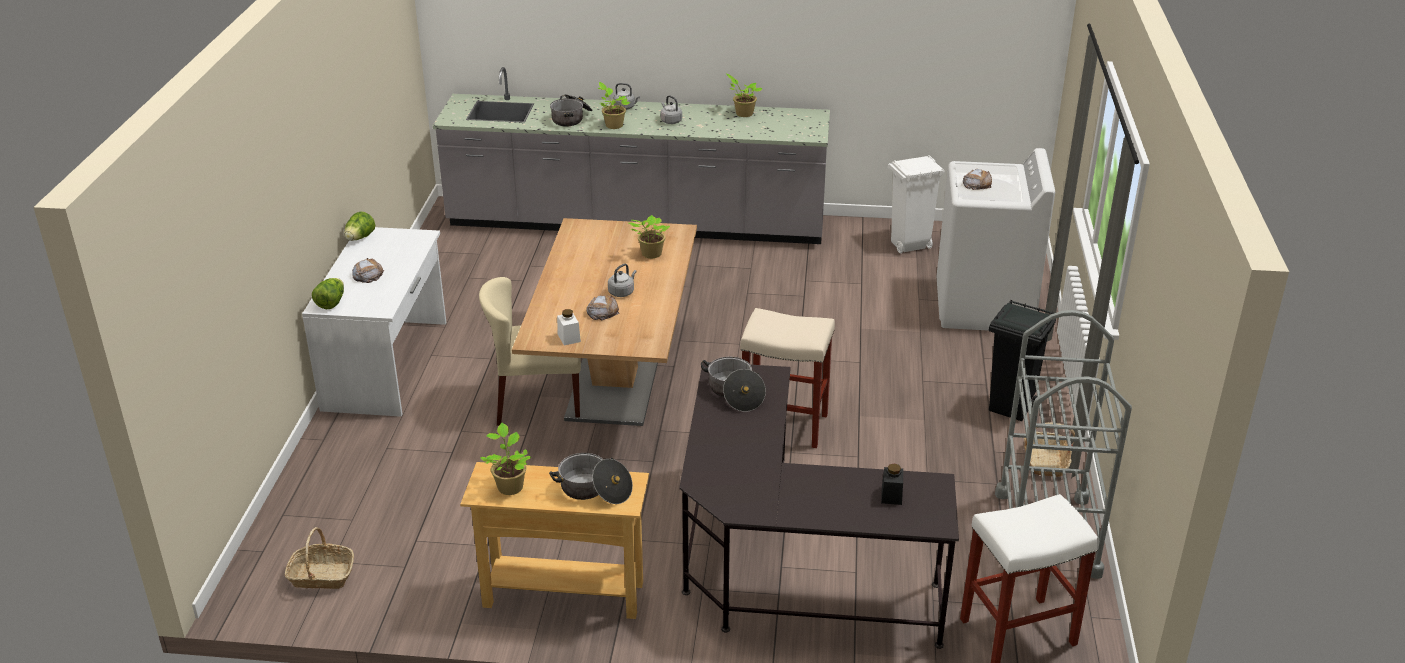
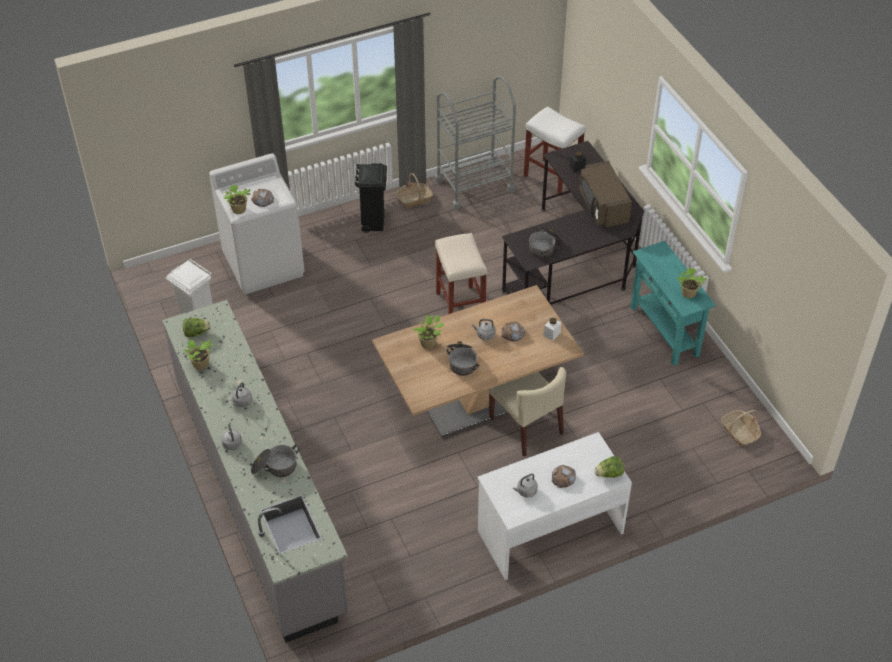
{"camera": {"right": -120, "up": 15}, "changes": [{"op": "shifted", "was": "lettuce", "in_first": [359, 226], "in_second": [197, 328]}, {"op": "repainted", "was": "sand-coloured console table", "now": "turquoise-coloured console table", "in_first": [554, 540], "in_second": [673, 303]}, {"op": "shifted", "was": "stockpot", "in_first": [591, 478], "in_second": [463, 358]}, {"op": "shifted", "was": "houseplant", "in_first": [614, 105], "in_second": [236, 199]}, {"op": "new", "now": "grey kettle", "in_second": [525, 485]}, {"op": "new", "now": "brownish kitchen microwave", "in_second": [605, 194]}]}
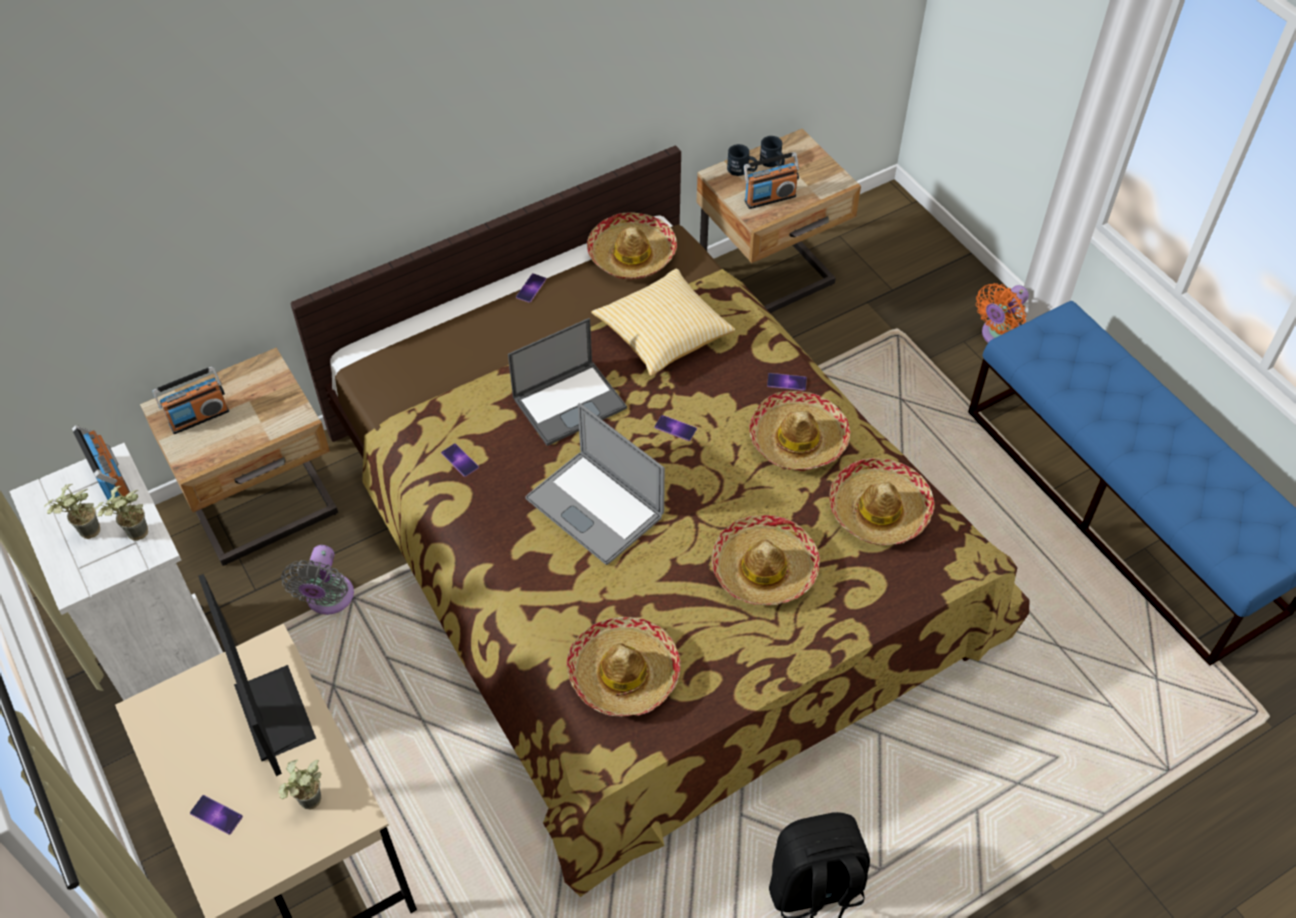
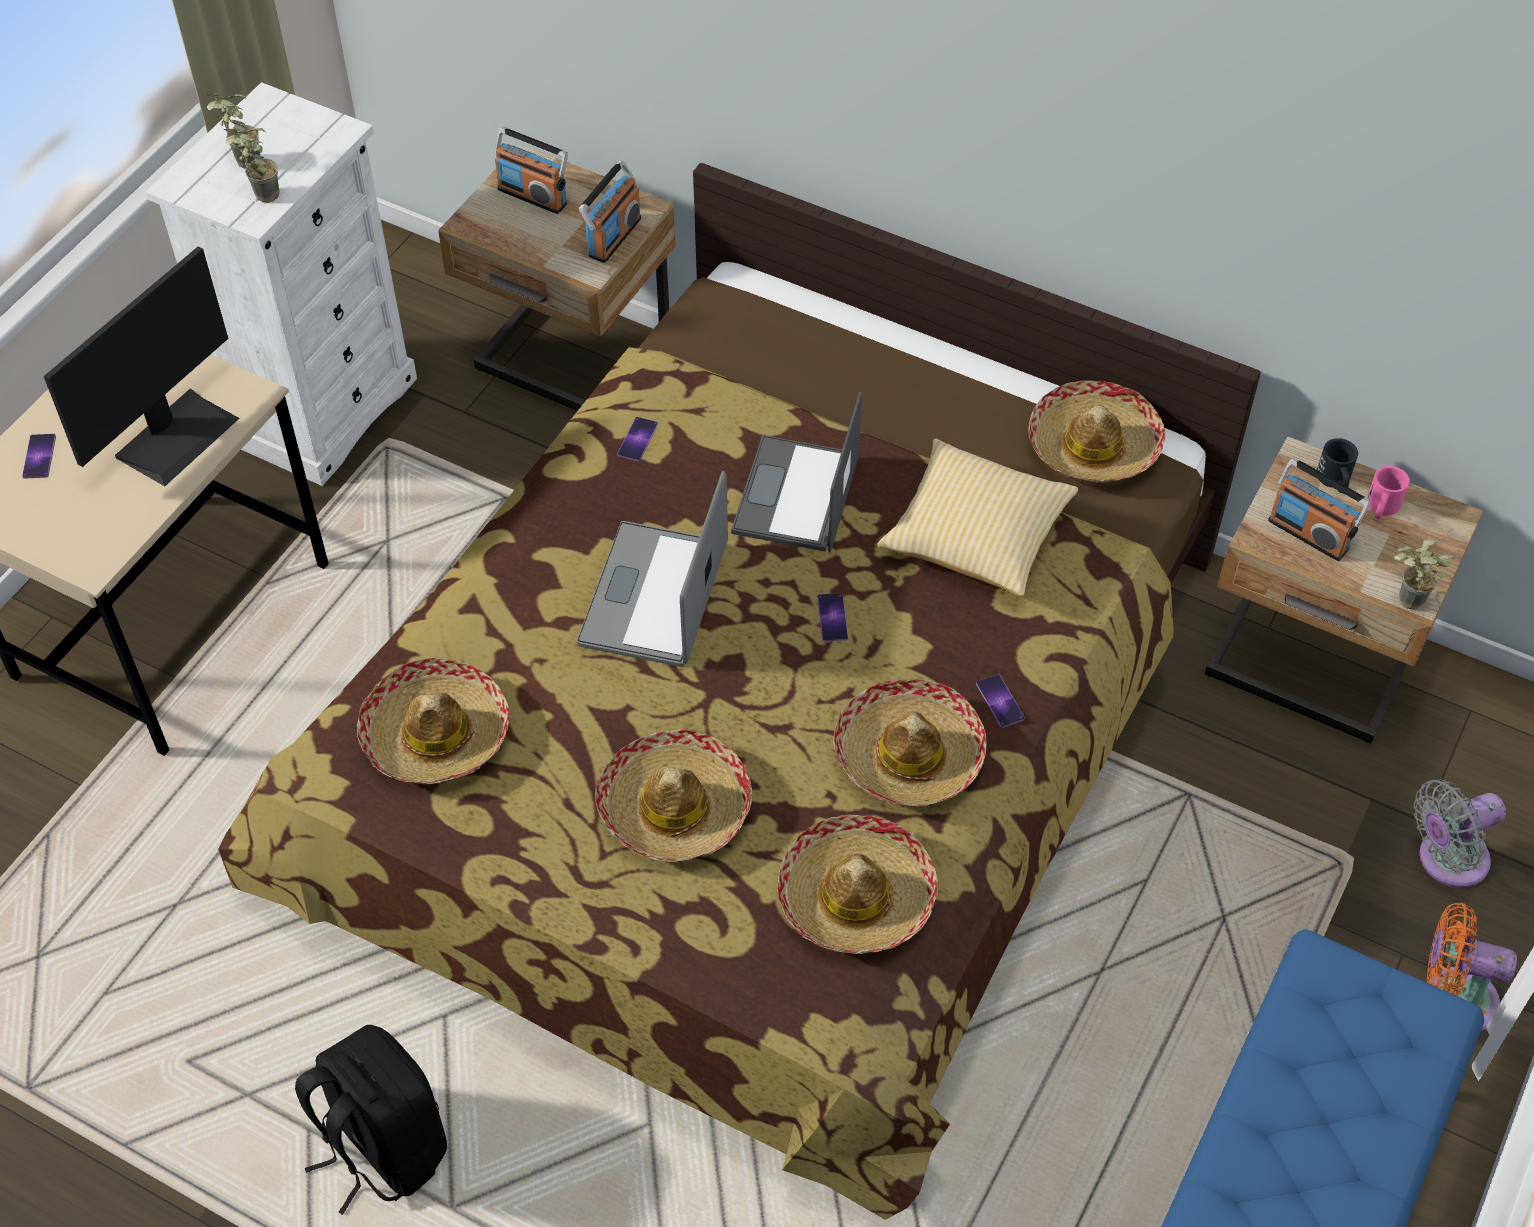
{"camera": {"right": 60, "up": 0}, "changes": [{"op": "shifted", "was": "radio receiver", "in_first": [101, 464], "in_second": [610, 212]}, {"op": "shifted", "was": "houseplant", "in_first": [299, 784], "in_second": [1425, 574]}, {"op": "shifted", "was": "grey cooling fan", "in_first": [317, 580], "in_second": [1460, 833]}, {"op": "rotated", "was": "laptop", "in_first": [567, 382], "in_second": [796, 472], "clockwise": 75}, {"op": "gone", "was": "handset", "in_first": [531, 288]}, {"op": "repainted", "was": "blackish coffee mug", "now": "pink-coloured coffee mug", "in_first": [772, 151], "in_second": [1388, 492]}]}
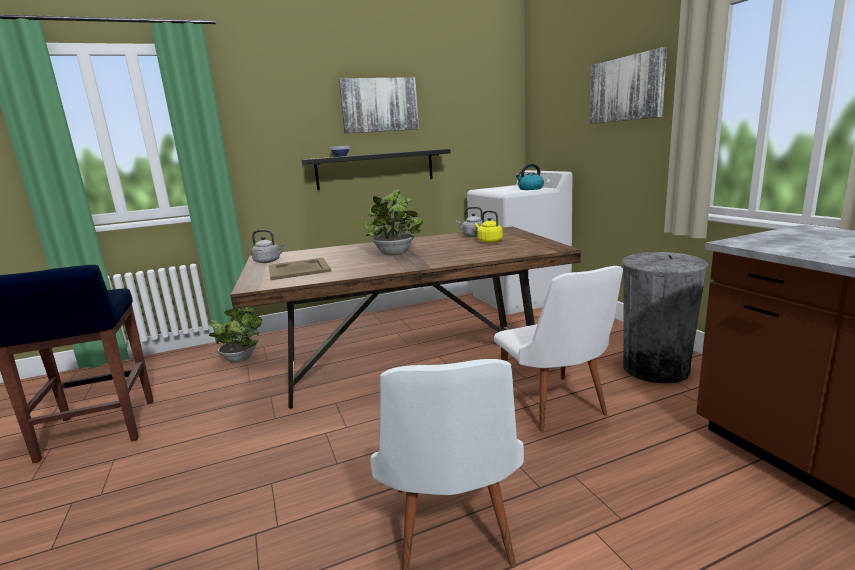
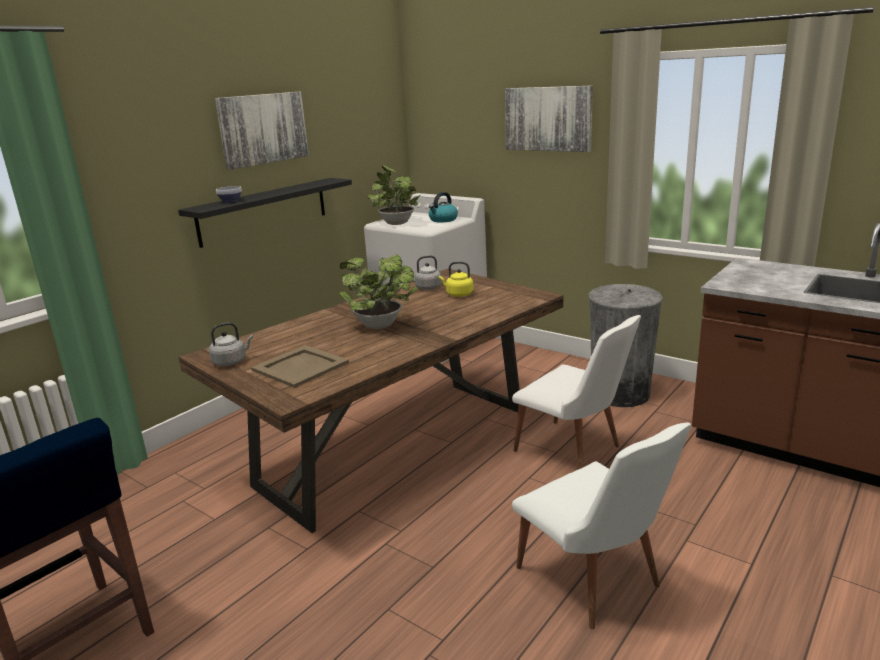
{"camera": {"right": -30, "up": 5}, "changes": [{"op": "shifted", "was": "houseplant", "in_first": [235, 335], "in_second": [394, 195]}]}
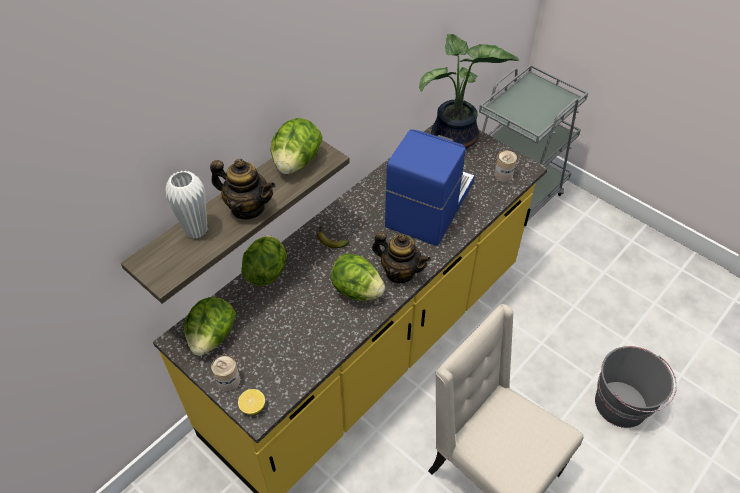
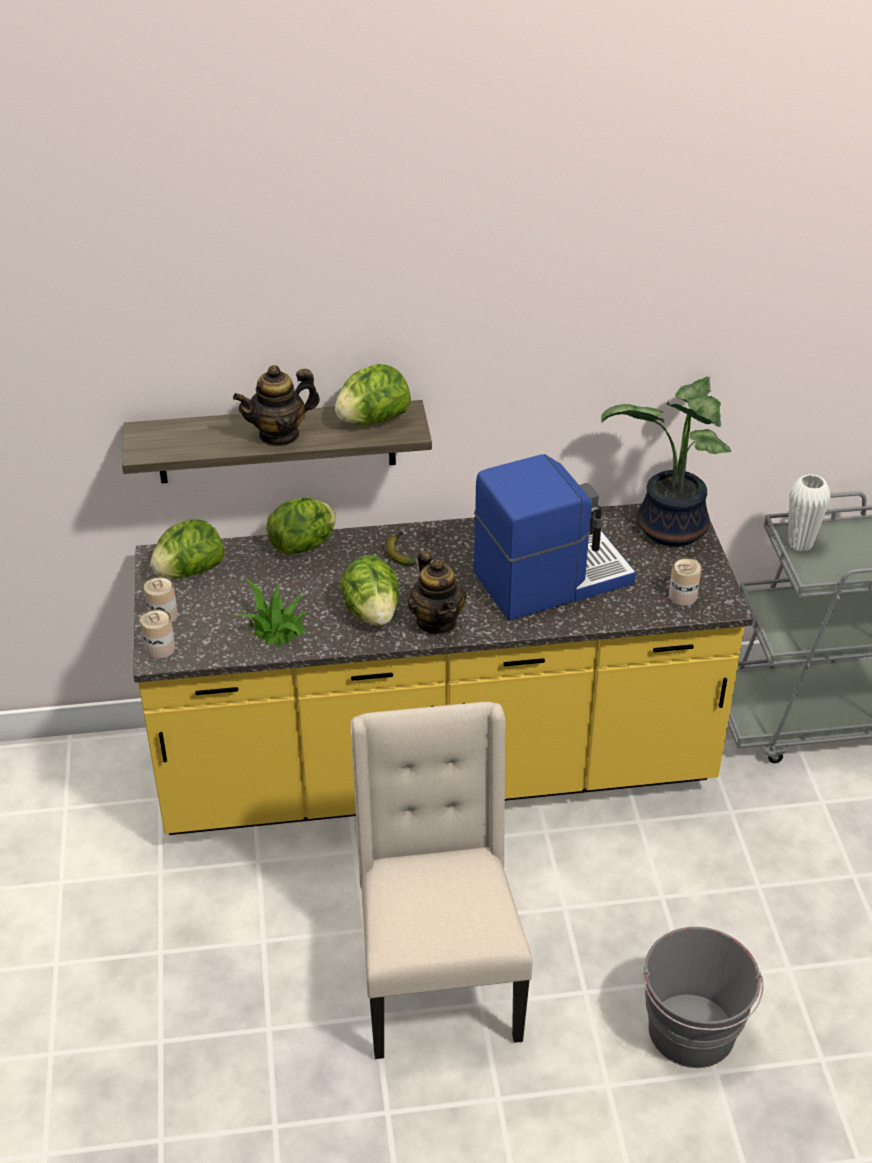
{"camera": {"right": 40, "up": -10}, "changes": [{"op": "shifted", "was": "whitish decorative vase", "in_first": [186, 205], "in_second": [809, 513]}, {"op": "rotated", "was": "teapot", "in_first": [242, 189], "in_second": [276, 406], "clockwise": 90}, {"op": "swapped", "was": "whole lemon", "now": "can", "in_first": [251, 402], "in_second": [157, 634]}, {"op": "new", "now": "houseplant", "in_second": [273, 612]}]}
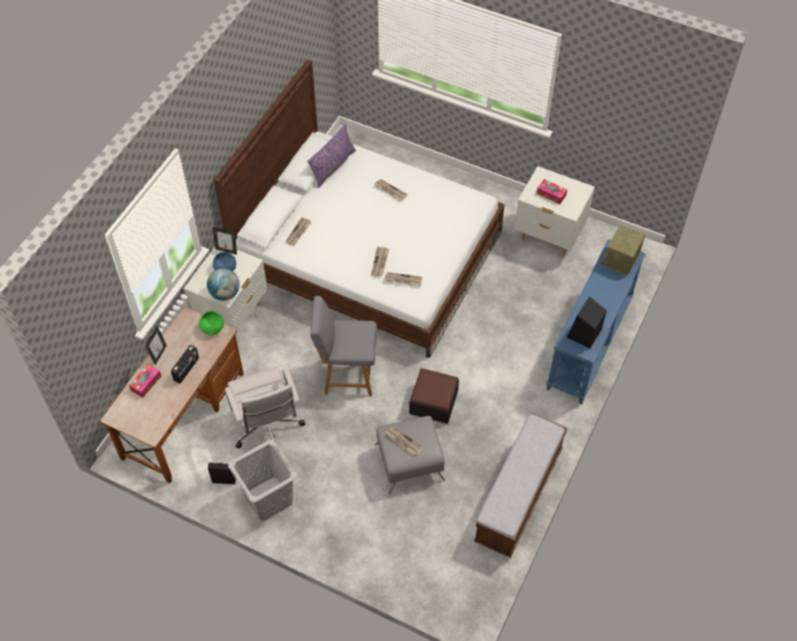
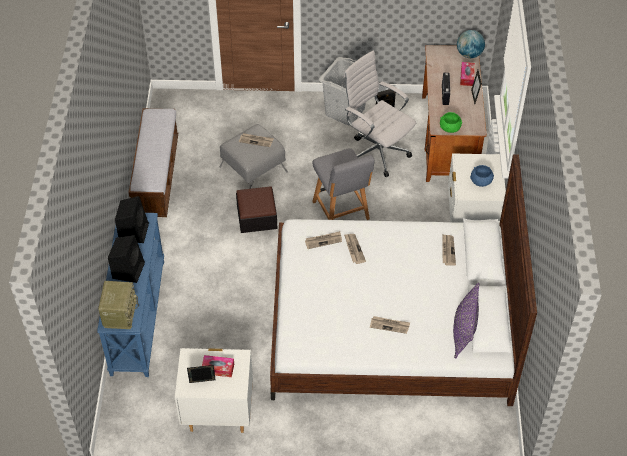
{"camera": {"right": 155, "up": -5}, "changes": [{"op": "shifted", "was": "desk globe", "in_first": [223, 284], "in_second": [471, 44]}, {"op": "shifted", "was": "picture frame", "in_first": [225, 241], "in_second": [201, 374]}, {"op": "rotated", "was": "grey chair", "in_first": [343, 346], "in_second": [343, 184], "clockwise": 90}, {"op": "new", "now": "blackish loudspeaker", "in_second": [126, 259]}]}
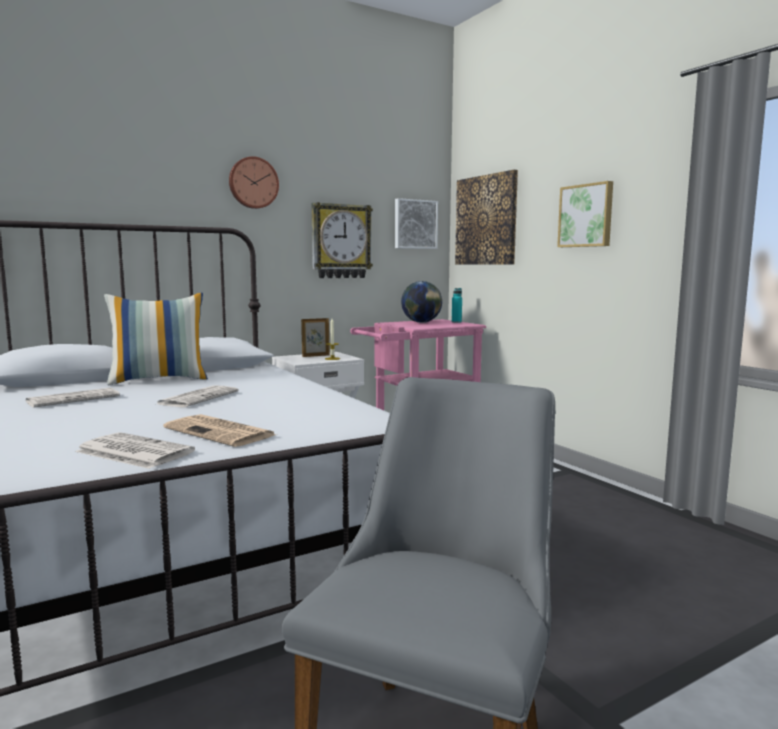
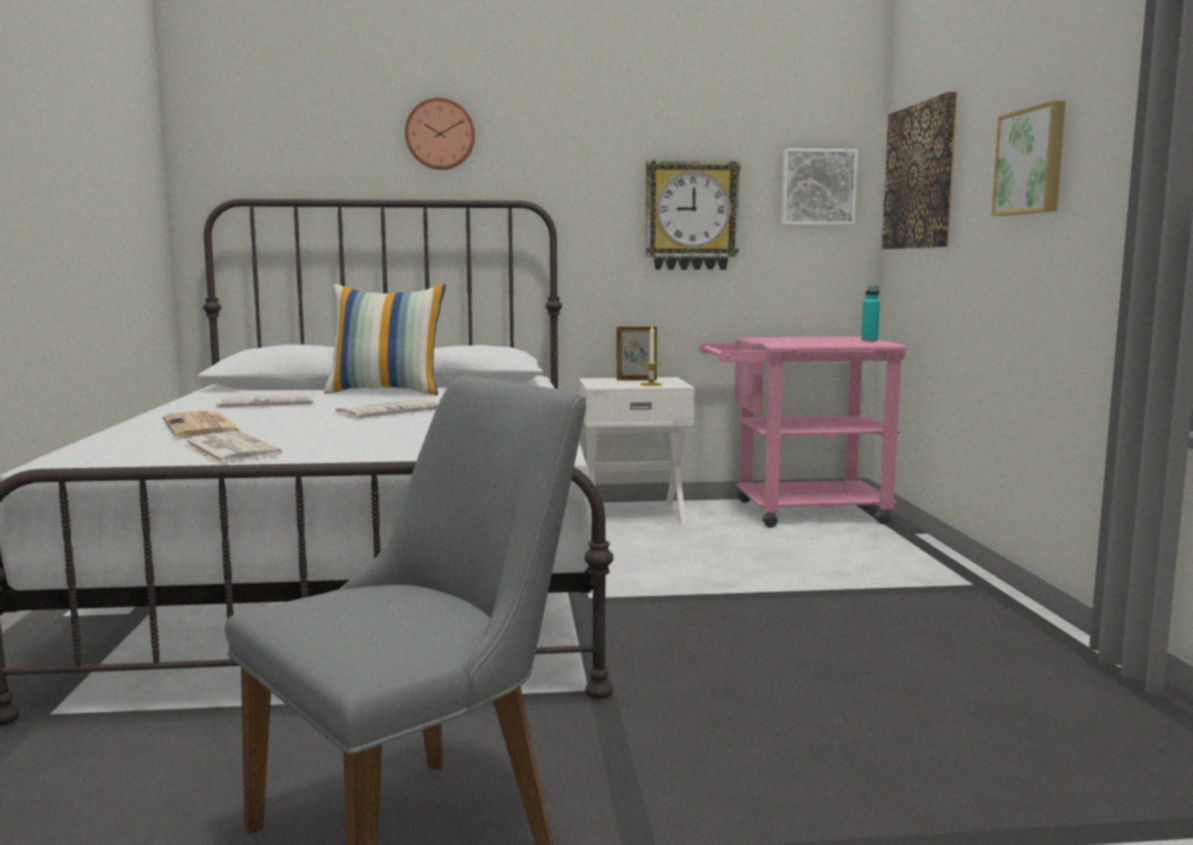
{"camera": {"right": 25, "up": 0}, "changes": [{"op": "shifted", "was": "newspaper", "in_first": [219, 430], "in_second": [202, 424]}, {"op": "shifted", "was": "wall clock", "in_first": [254, 182], "in_second": [440, 134]}, {"op": "gone", "was": "desk globe", "in_first": [421, 302]}]}
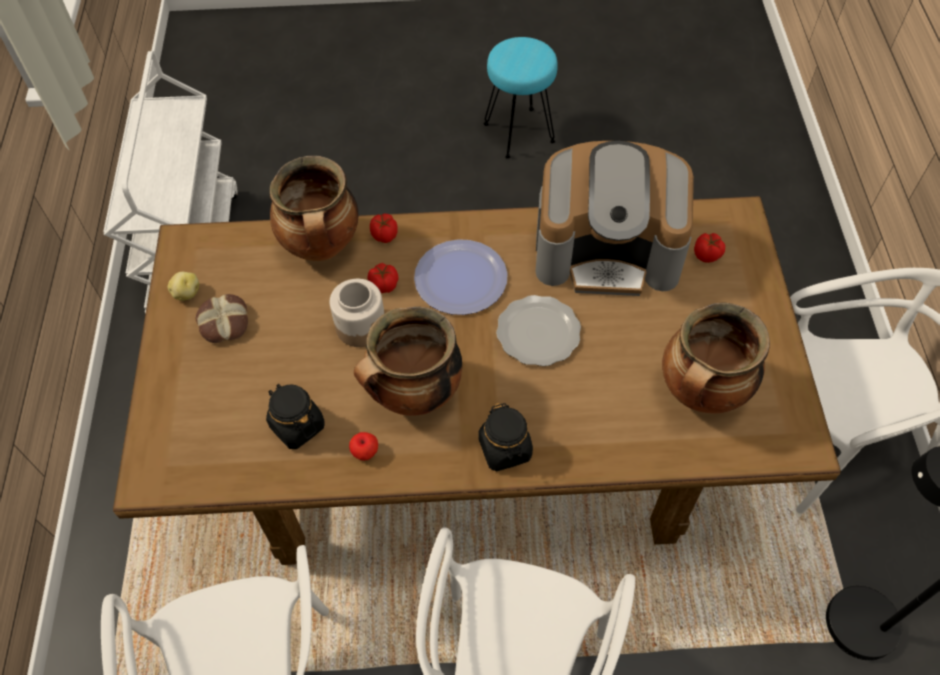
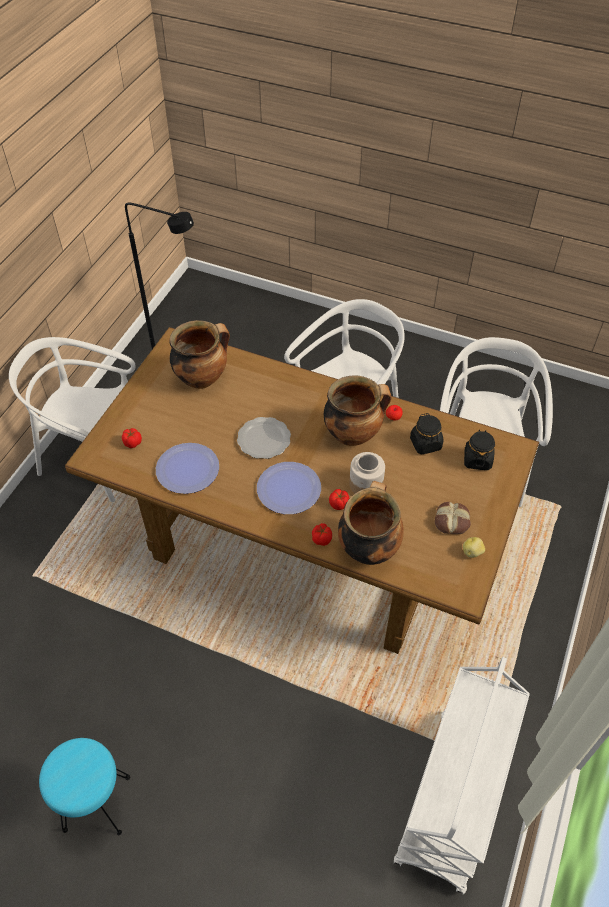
{"camera": {"right": -155, "up": -5}, "changes": [{"op": "shifted", "was": "blackish preserve jar", "in_first": [505, 437], "in_second": [479, 450]}, {"op": "swapped", "was": "coffee brewer", "now": "flat dish", "in_first": [614, 218], "in_second": [187, 468]}]}
